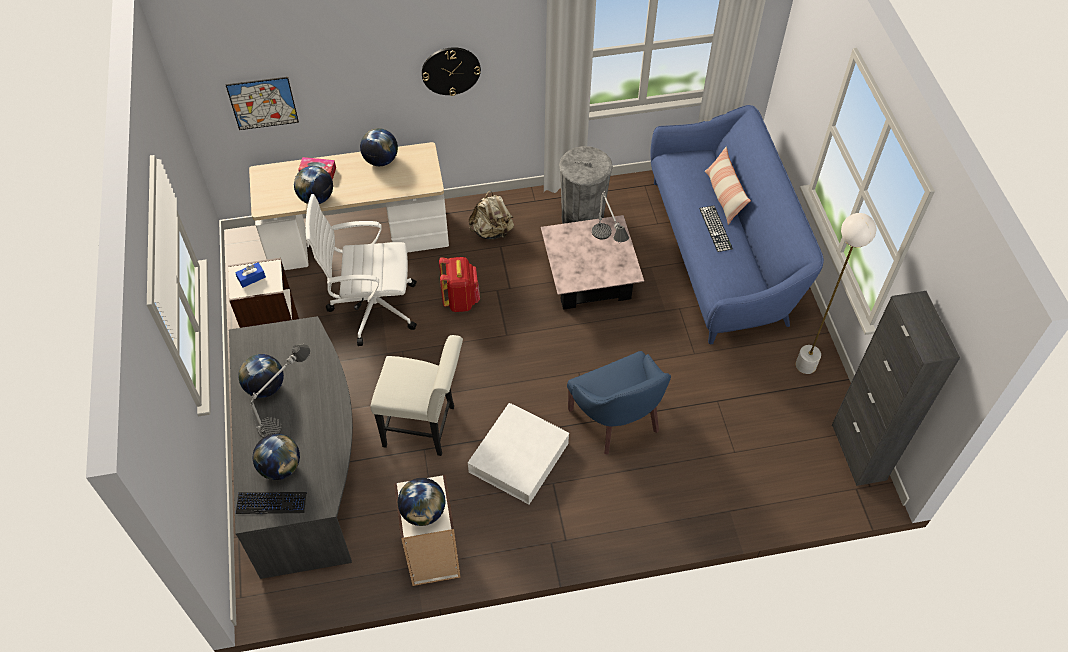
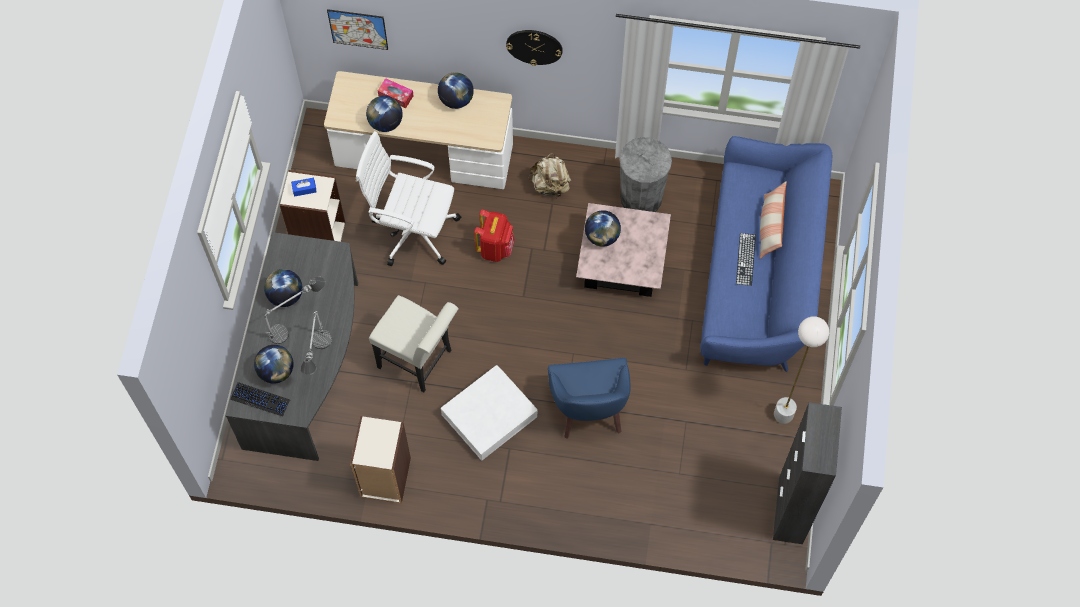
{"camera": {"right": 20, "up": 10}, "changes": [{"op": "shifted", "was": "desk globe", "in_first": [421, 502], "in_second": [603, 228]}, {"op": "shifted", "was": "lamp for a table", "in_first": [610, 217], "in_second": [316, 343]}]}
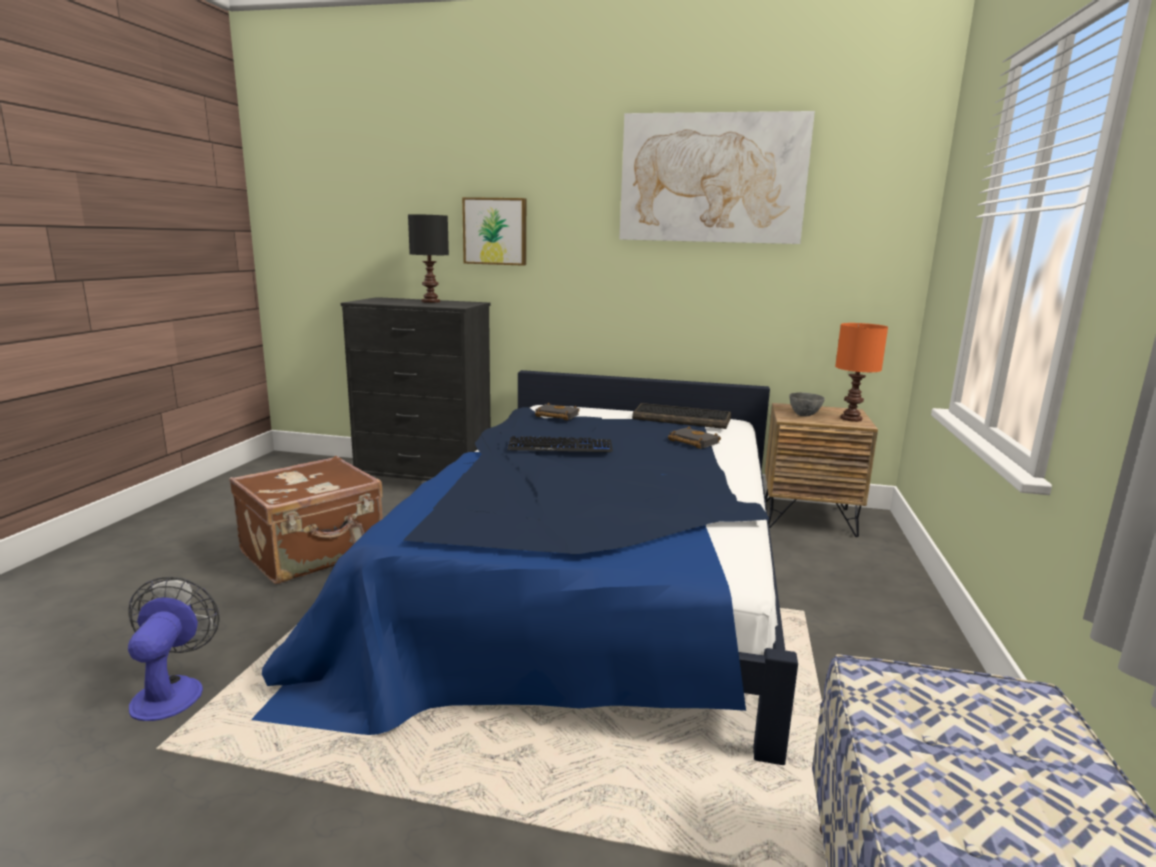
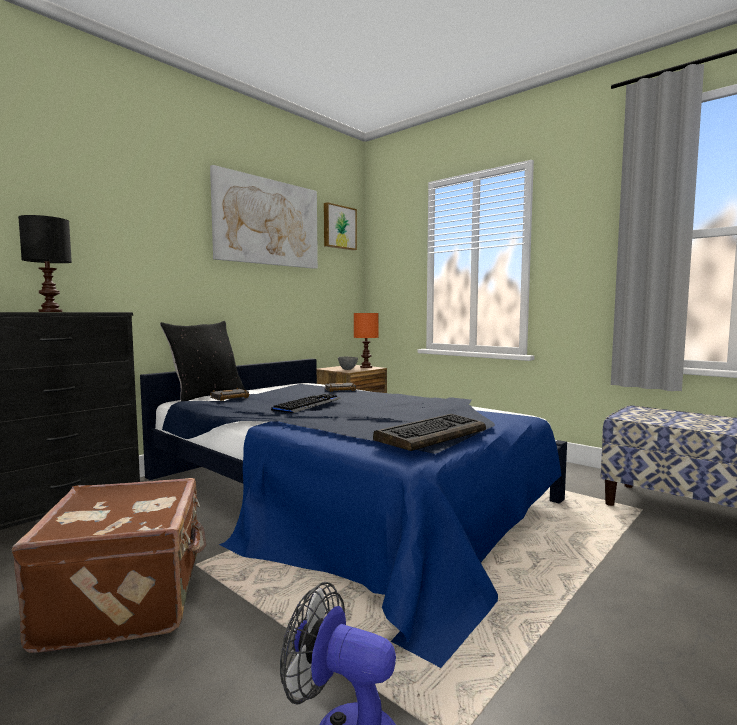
{"camera": {"right": -60, "up": -10}, "changes": [{"op": "shifted", "was": "picture", "in_first": [494, 231], "in_second": [340, 226]}, {"op": "shifted", "was": "keyboard", "in_first": [681, 416], "in_second": [429, 432]}, {"op": "new", "now": "blackish pillow", "in_second": [202, 361]}]}
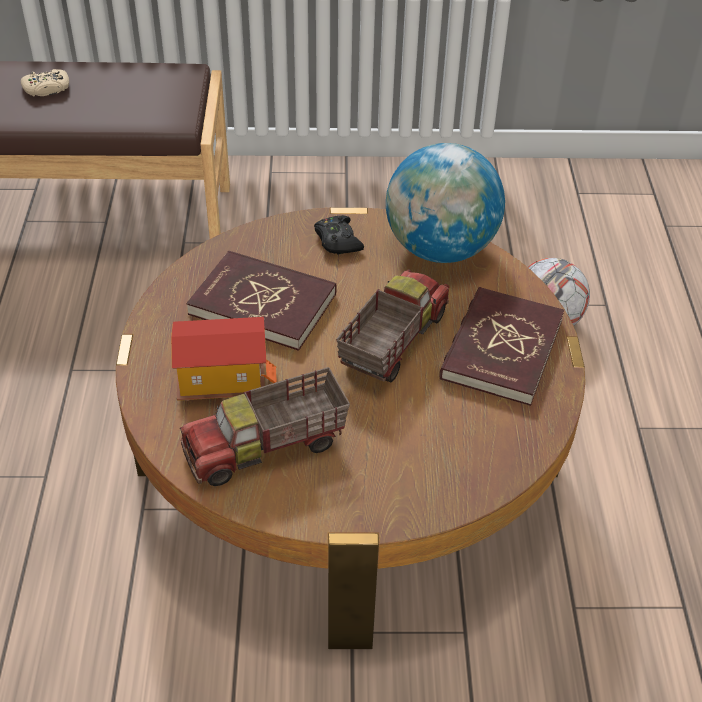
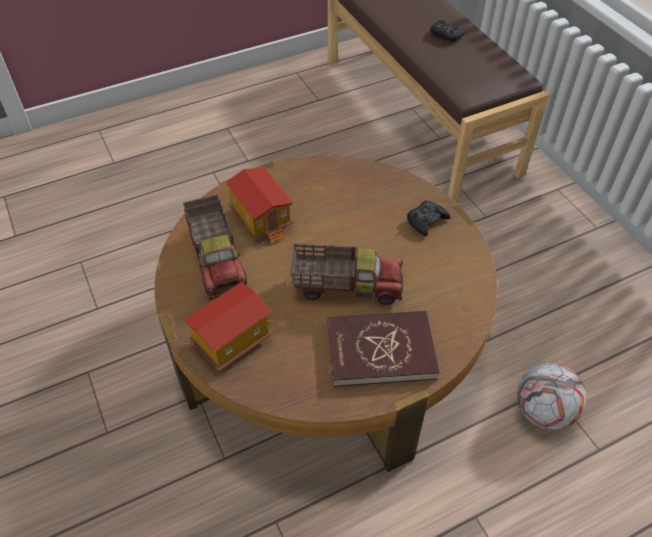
{"camera": {"right": 65, "up": 5}, "changes": [{"op": "repainted", "was": "sand-coloured gamepad", "now": "blackish gamepad", "in_first": [45, 83], "in_second": [447, 31]}, {"op": "rotated", "was": "toy lorry", "in_first": [265, 426], "in_second": [215, 247], "clockwise": -150}, {"op": "gone", "was": "red-coloured volume", "in_first": [261, 301]}, {"op": "gone", "was": "desk globe", "in_first": [445, 203]}, {"op": "new", "now": "miniature house", "in_second": [227, 326]}]}
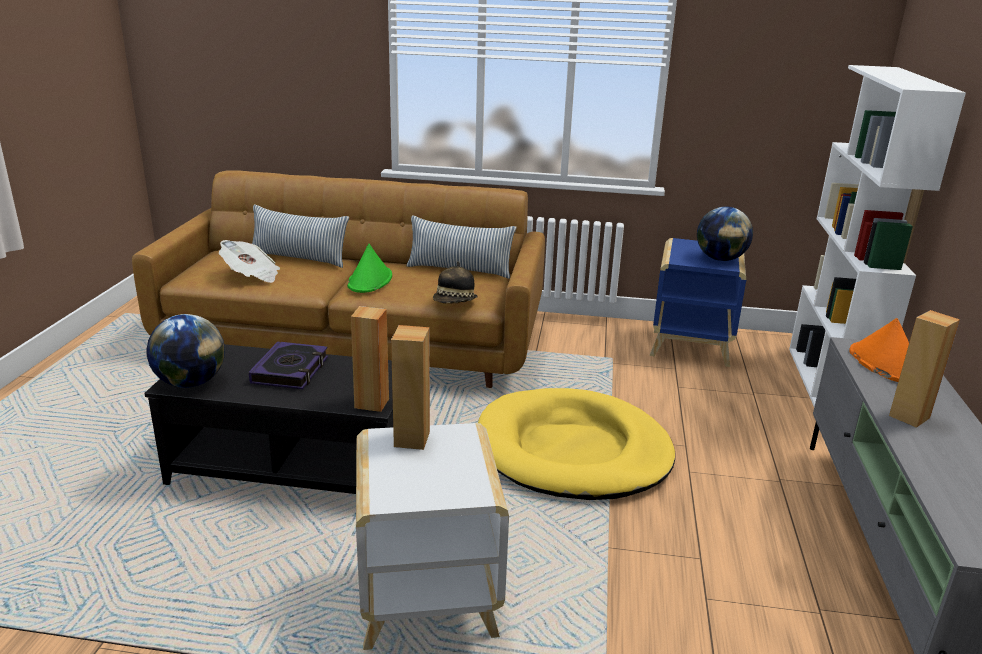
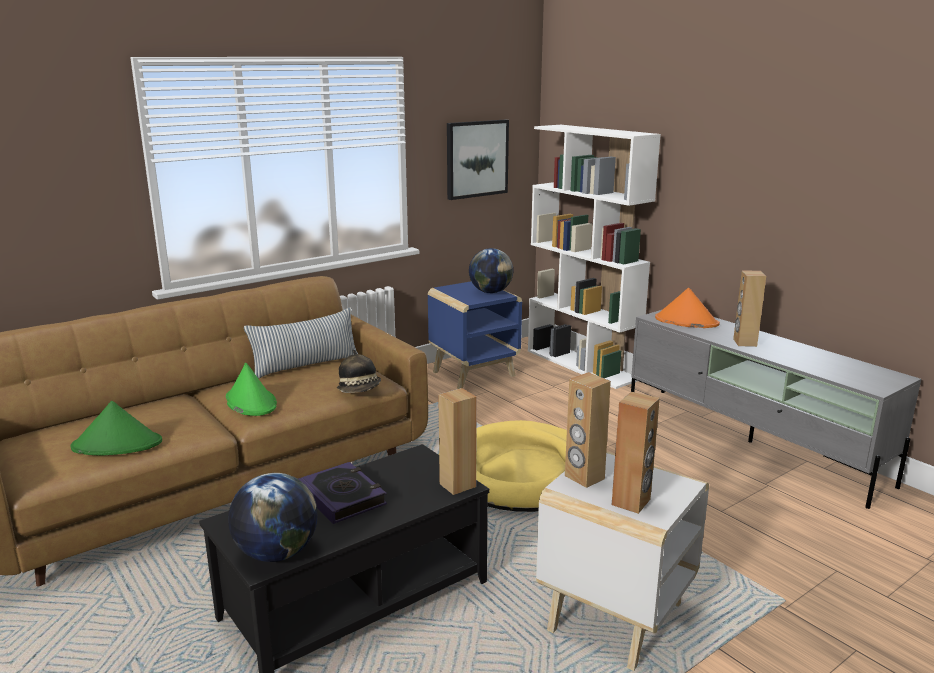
{"camera": {"right": -45, "up": -5}, "changes": [{"op": "swapped", "was": "newspaper", "now": "greenish hat", "in_first": [249, 261], "in_second": [116, 428]}, {"op": "gone", "was": "pillow", "in_first": [300, 236]}, {"op": "new", "now": "picture", "in_second": [478, 160]}, {"op": "new", "now": "brownish loudspeaker", "in_second": [636, 453]}]}
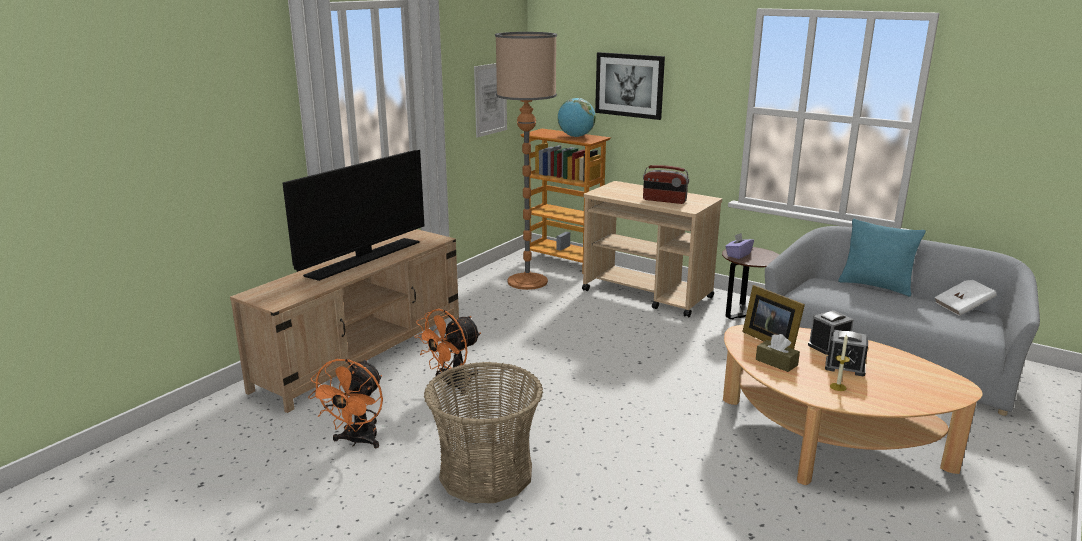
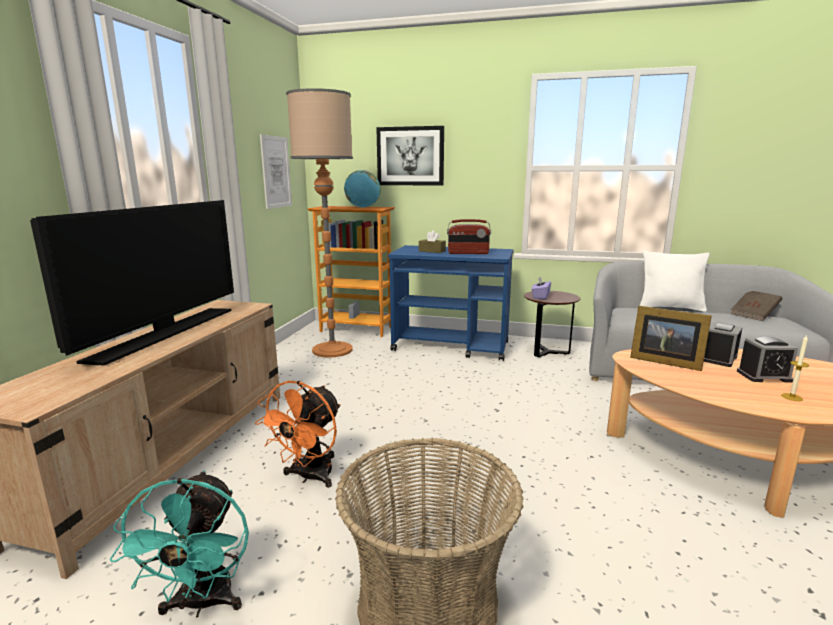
{"camera": {"right": -20, "up": -5}, "changes": [{"op": "repainted", "was": "orange cooling fan", "now": "turquoise-coloured cooling fan", "in_first": [345, 403], "in_second": [179, 544]}, {"op": "repainted", "was": "sand-coloured wheeled cart", "now": "blue-coloured wheeled cart", "in_first": [652, 249], "in_second": [451, 303]}, {"op": "shifted", "was": "brownish tissue box", "in_first": [778, 353], "in_second": [432, 241]}, {"op": "repainted", "was": "turquoise-coloured pillow", "now": "whitish pillow", "in_first": [882, 257], "in_second": [674, 281]}, {"op": "repainted", "was": "whitish volume", "now": "brownish volume", "in_first": [965, 298], "in_second": [756, 306]}]}
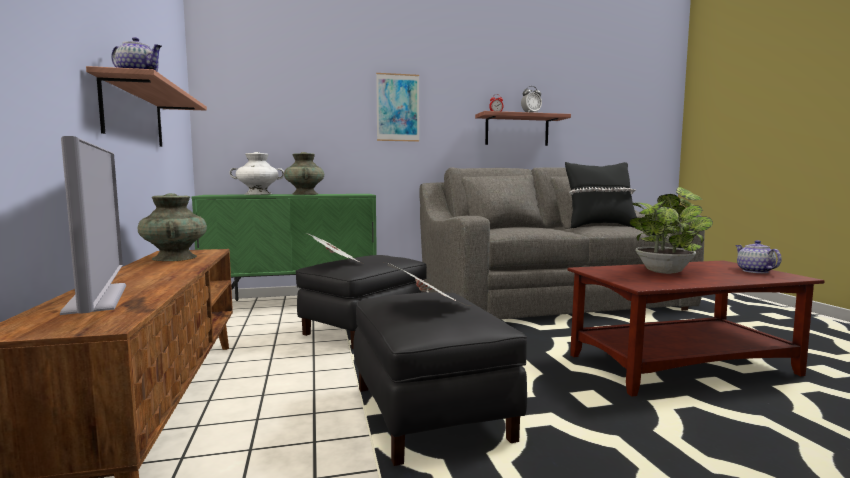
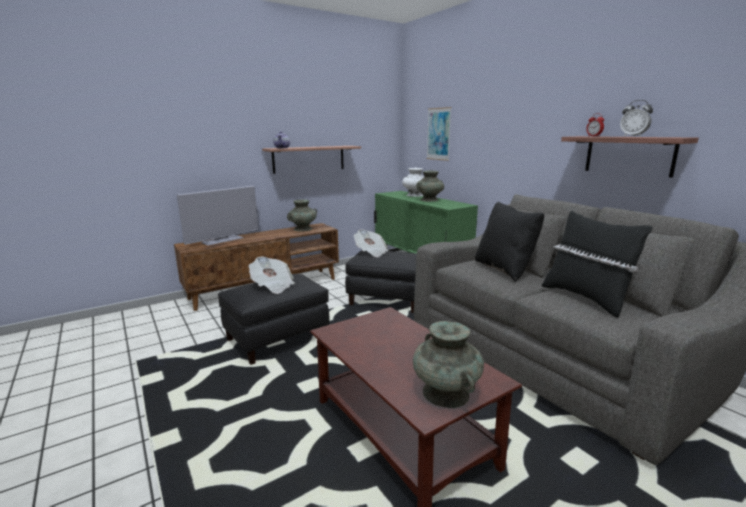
{"camera": {"right": 70, "up": 10}, "changes": [{"op": "shifted", "was": "picture", "in_first": [397, 107], "in_second": [439, 134]}, {"op": "gone", "was": "houseplant", "in_first": [671, 230]}, {"op": "swapped", "was": "teapot", "now": "turquoise-coloured decorative vase", "in_first": [758, 256], "in_second": [448, 364]}, {"op": "new", "now": "blackish pillow", "in_second": [509, 242]}]}
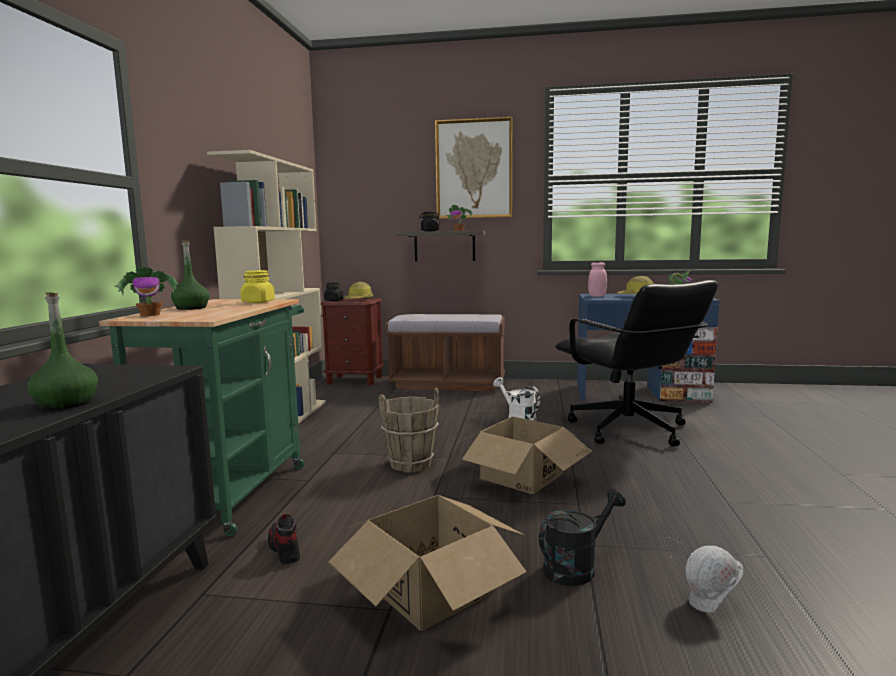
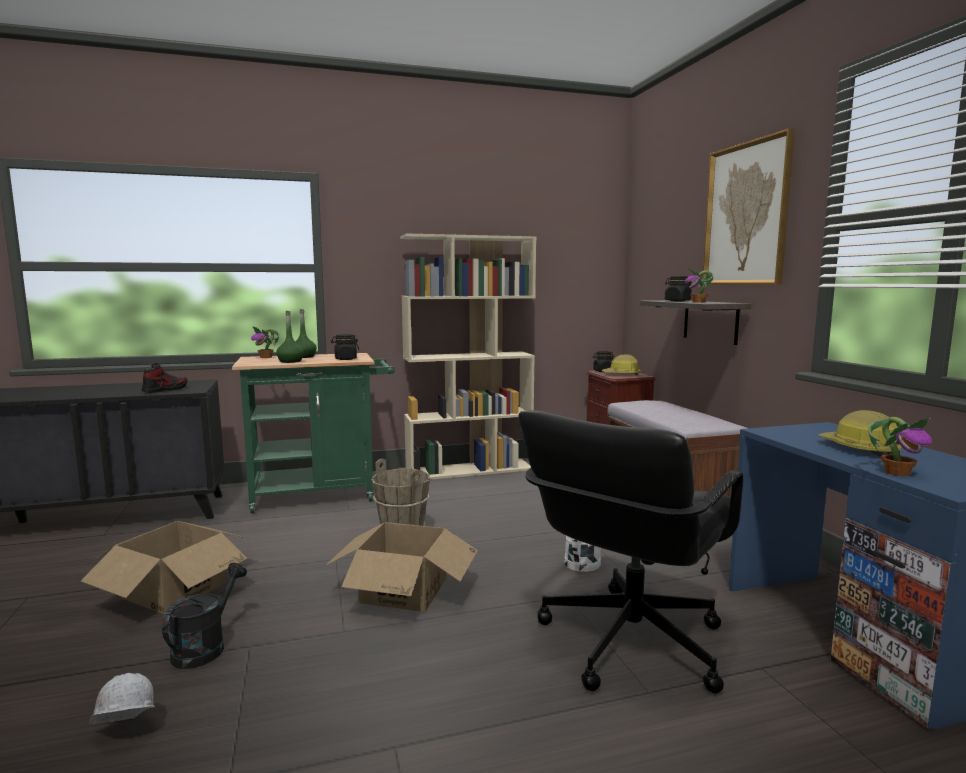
{"camera": {"right": 65, "up": 0}, "changes": [{"op": "shifted", "was": "greenish beverage bottle", "in_first": [62, 351], "in_second": [290, 337]}, {"op": "repainted", "was": "yellow preserve jar", "now": "blackish preserve jar", "in_first": [258, 286], "in_second": [345, 347]}, {"op": "shifted", "was": "low shoe", "in_first": [284, 539], "in_second": [165, 378]}, {"op": "rotated", "was": "blackish watering can", "in_first": [582, 537], "in_second": [204, 616], "clockwise": -105}, {"op": "gone", "was": "pink-coloured preserve jar", "in_first": [597, 279]}]}
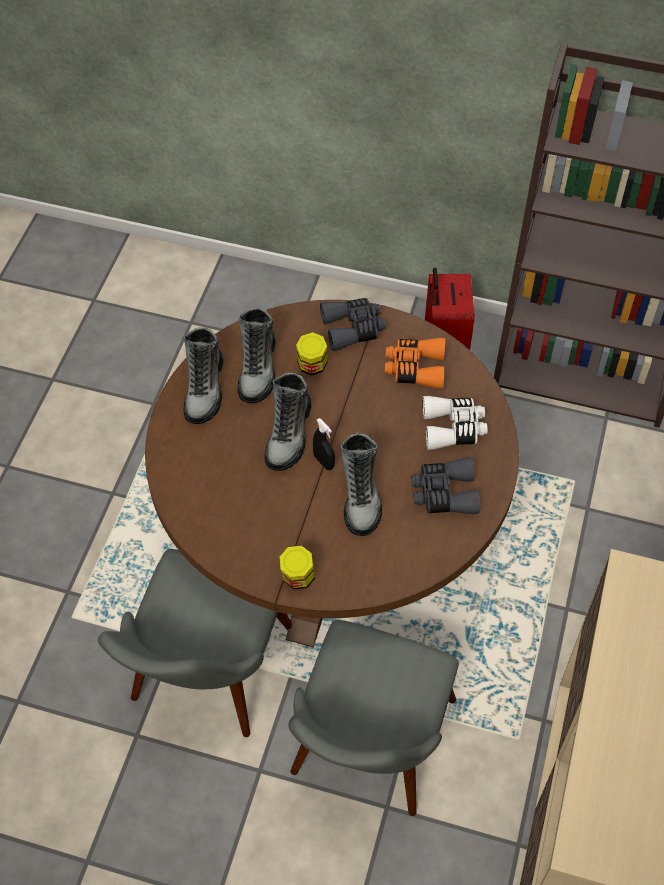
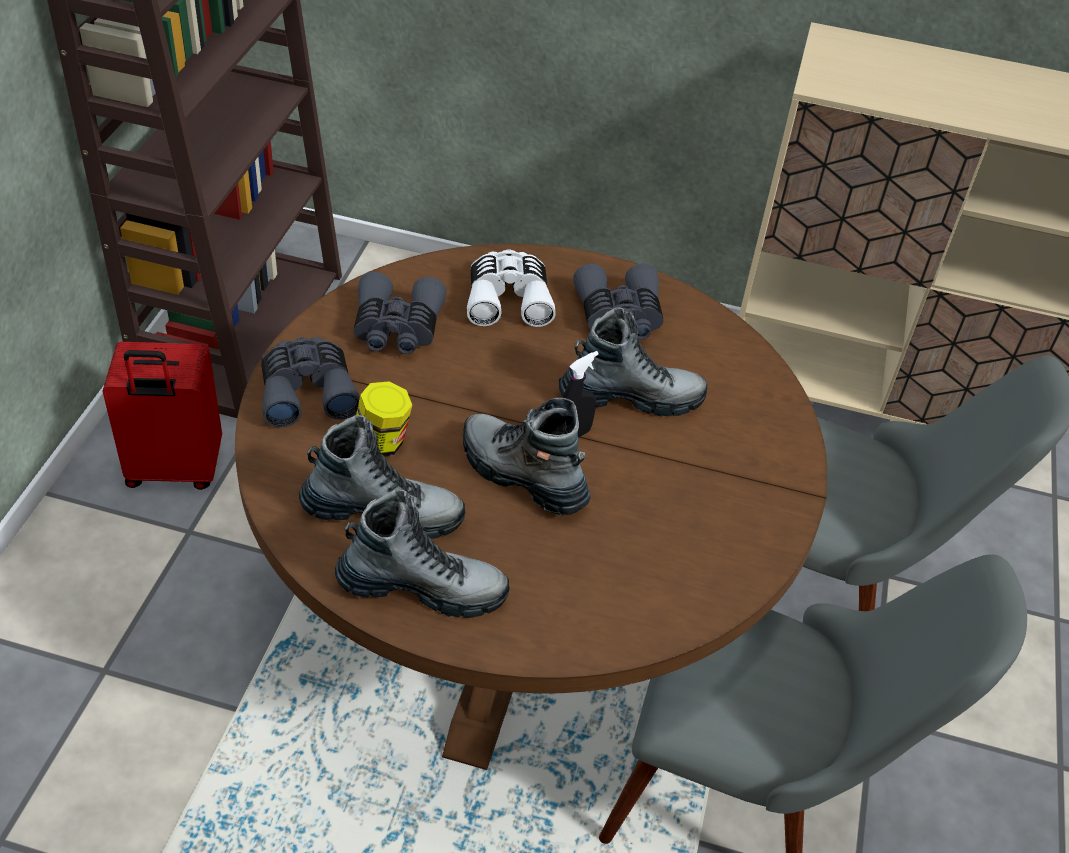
{"camera": {"right": -95, "up": -10}, "changes": [{"op": "rotated", "was": "high-top boot", "in_first": [288, 421], "in_second": [526, 456], "clockwise": -150}, {"op": "gone", "was": "preserve jar", "in_first": [297, 567]}, {"op": "repainted", "was": "orange field glasses", "now": "grey field glasses", "in_first": [415, 363], "in_second": [400, 313]}]}
